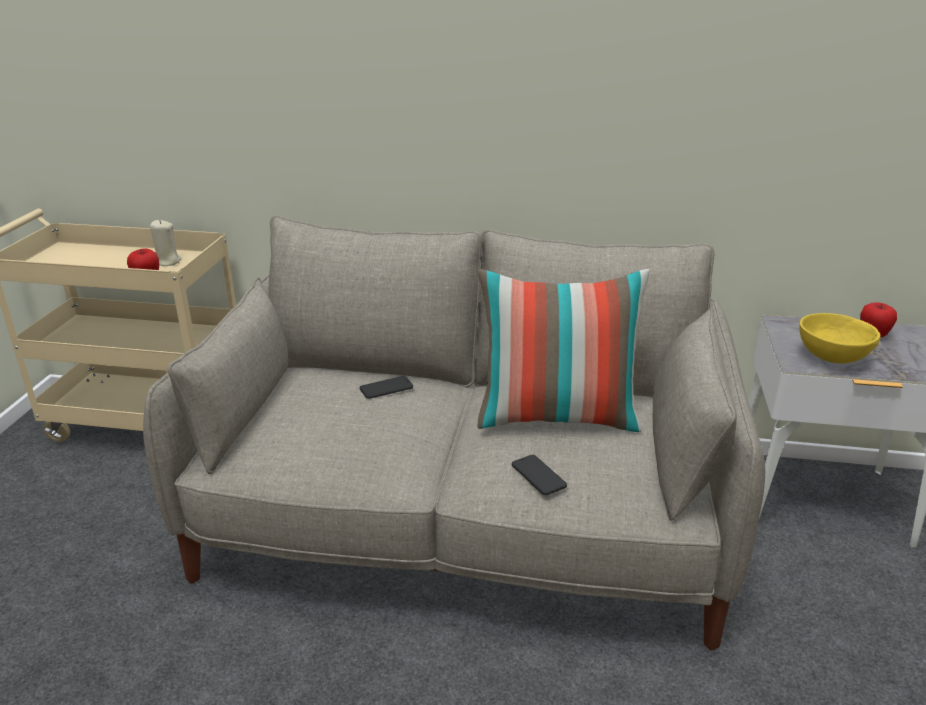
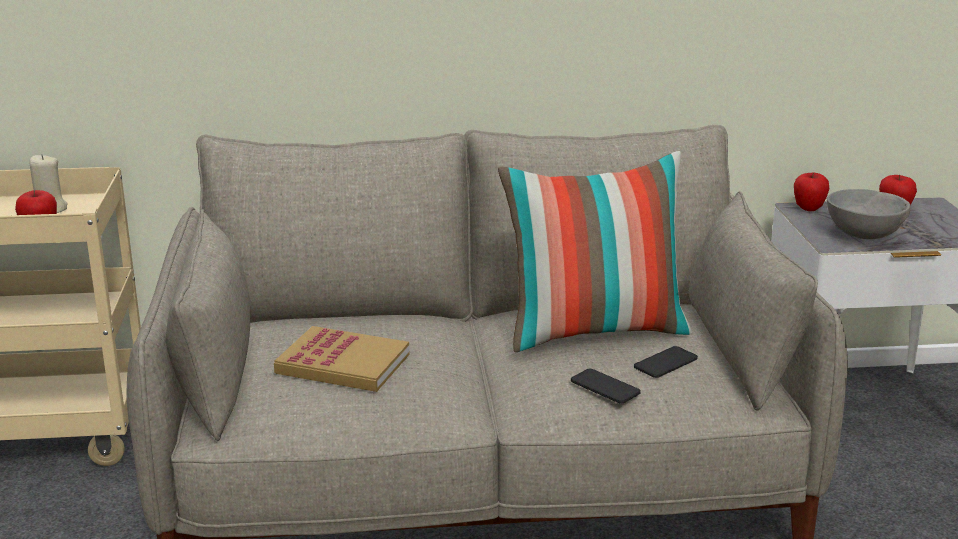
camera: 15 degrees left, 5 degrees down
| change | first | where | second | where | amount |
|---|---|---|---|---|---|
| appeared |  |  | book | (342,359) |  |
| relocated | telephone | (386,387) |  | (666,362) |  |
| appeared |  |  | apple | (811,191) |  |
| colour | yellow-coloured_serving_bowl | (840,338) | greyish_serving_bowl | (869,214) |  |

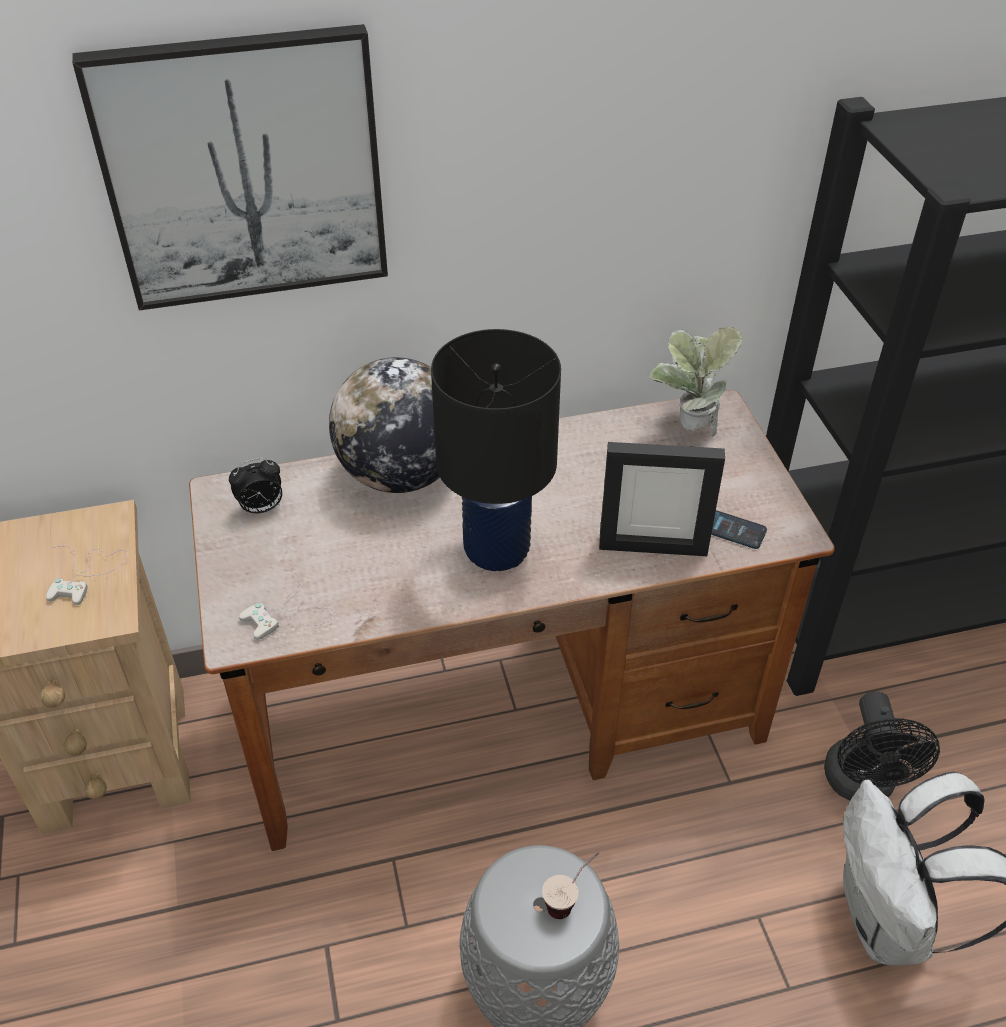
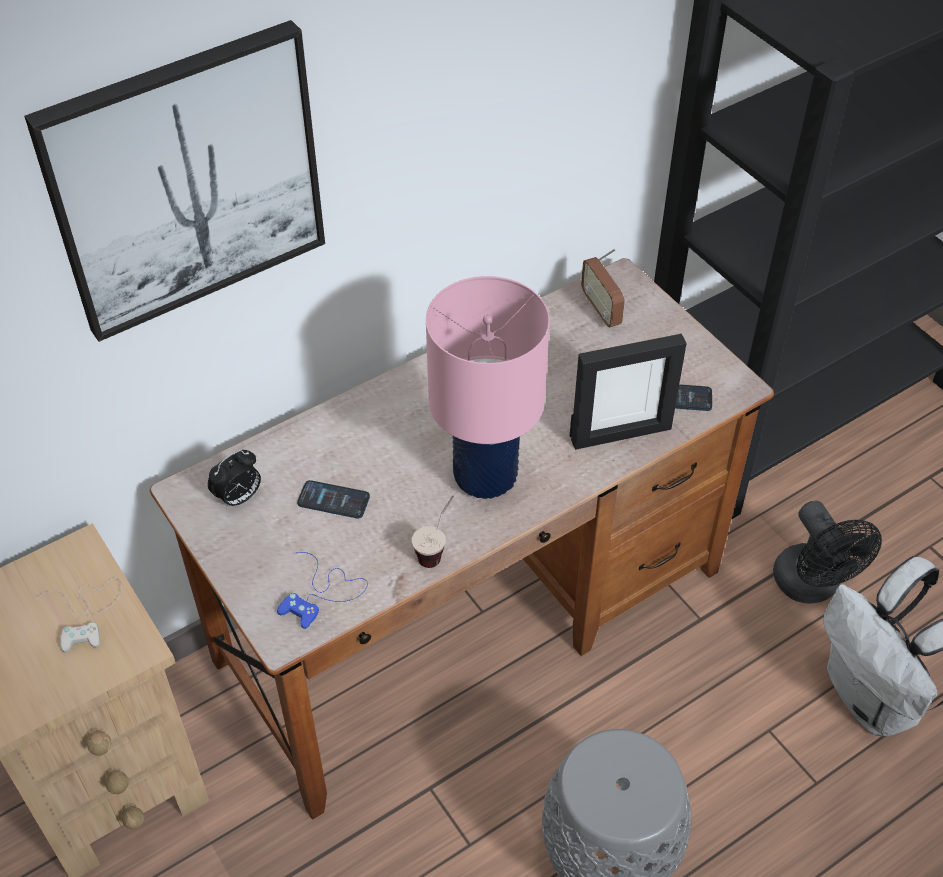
camera: 20 degrees left, 5 degrees up
| change | first | where | second | where | amount |
|---|---|---|---|---|---|
| colour | white-coloured_gamepad | (287,604) | bluish_gamepad | (322,590) |  |
| appeared |  |  | telephone | (333,499) |  |
| relocated | drinking_cup | (570,885) |  | (433,531) |  |
| colour | black-coloured_tabletop_lamp | (496,450) | pink_tabletop_lamp | (488,387) |  |
| exchanged | houseplant | (696,381) | radio_set | (603,287) |  |
| missing | globe | (384,425) |  |  |  |

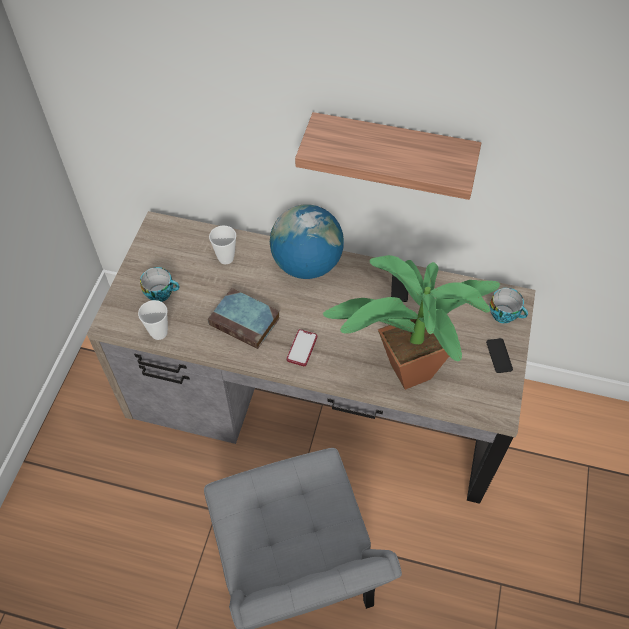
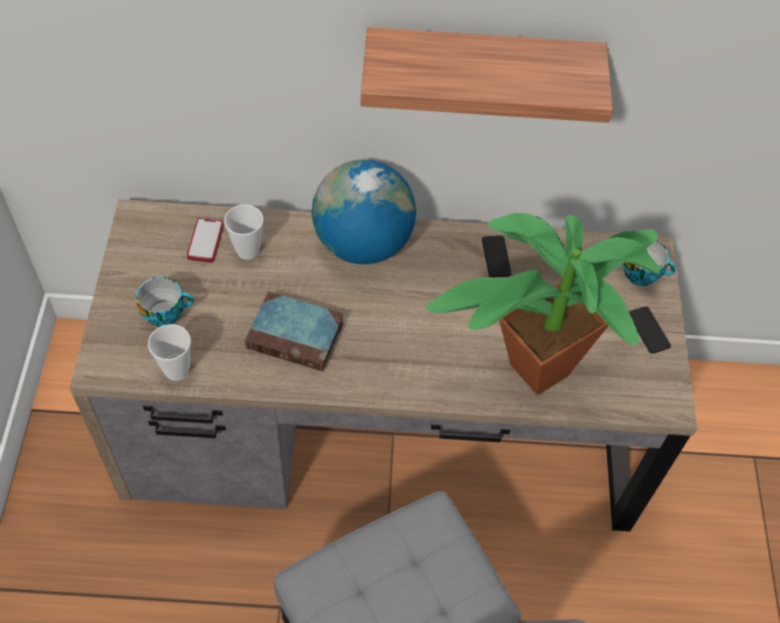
camera: 15 degrees left, 0 degrees up
| change | first | where | second | where | amount |
|---|---|---|---|---|---|
| relocated | telephone | (302,347) |  | (205,240) |  |

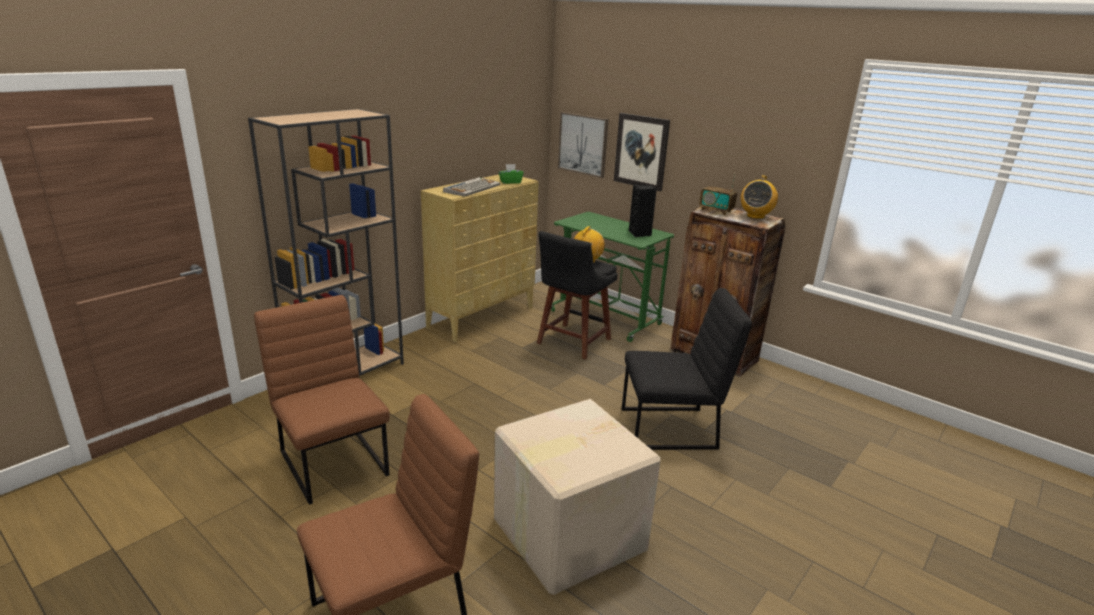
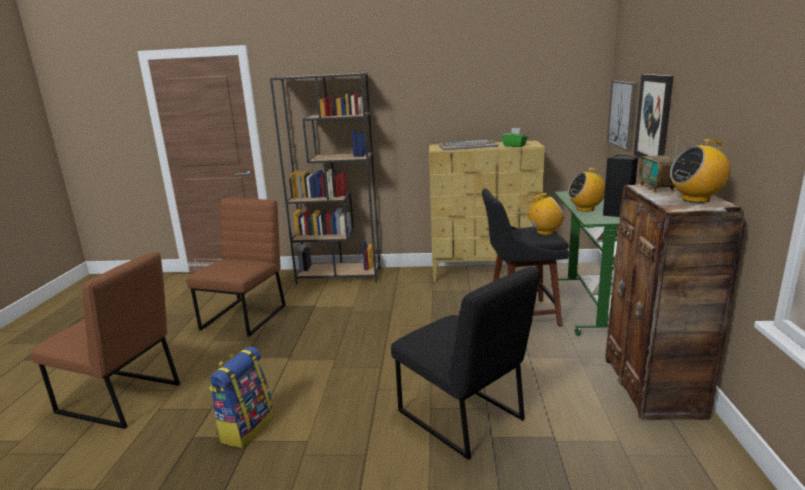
camera: 55 degrees right, 5 degrees down
| change | first | where | second | where | amount |
|---|---|---|---|---|---|
| exchanged | packing_box | (577,497) | backpack | (241,397) |  |
| appeared |  |  | radio_set | (586,190) |  |

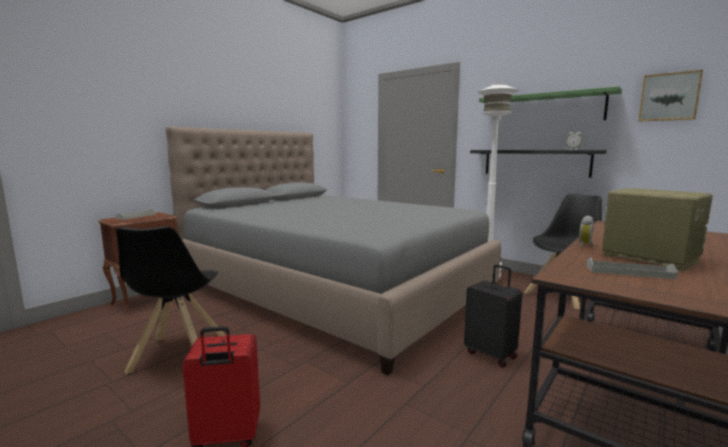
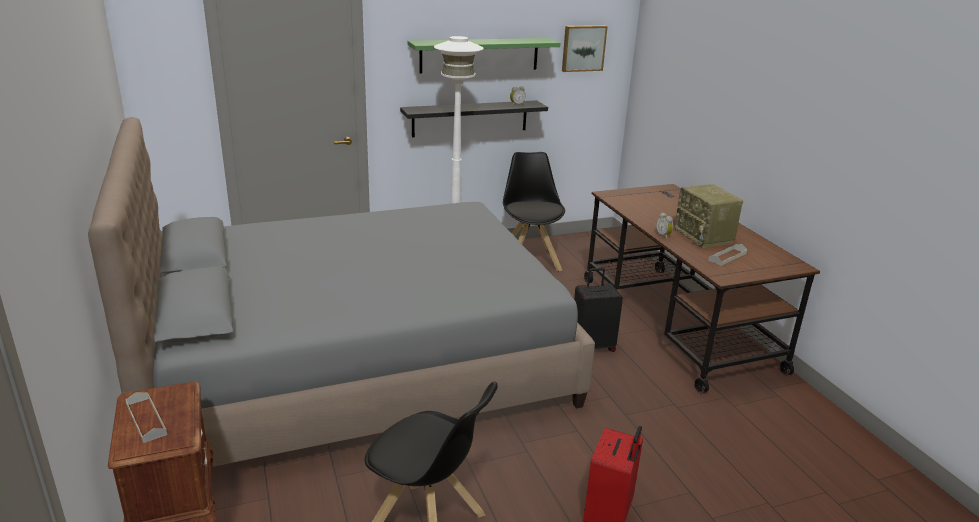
camera: 60 degrees left, 15 degrees up
| change | first | where | second | where | amount |
|---|---|---|---|---|---|
| spun | radio_set | (657,229) |  | (708,216) | 105 degrees counterclockwise |

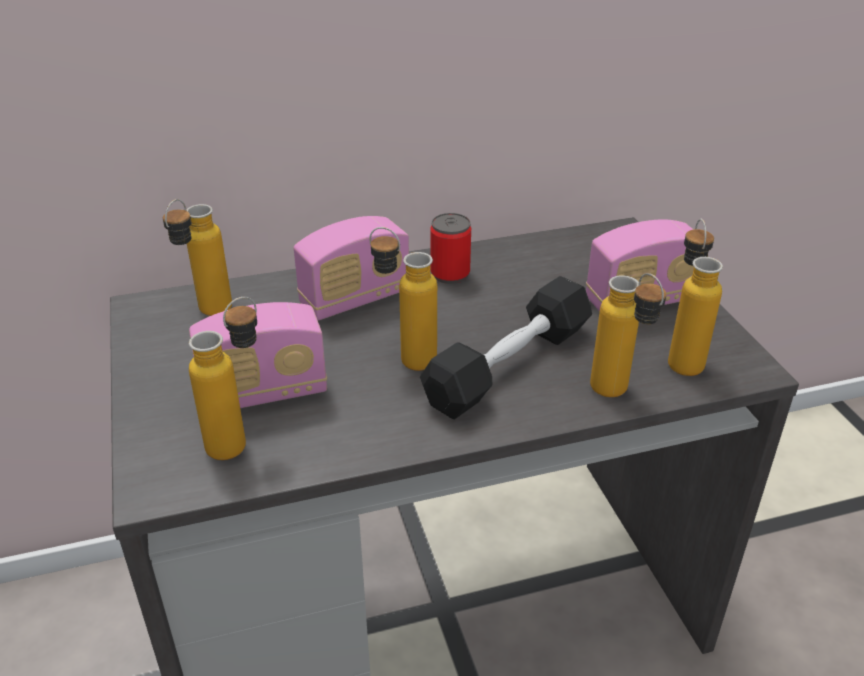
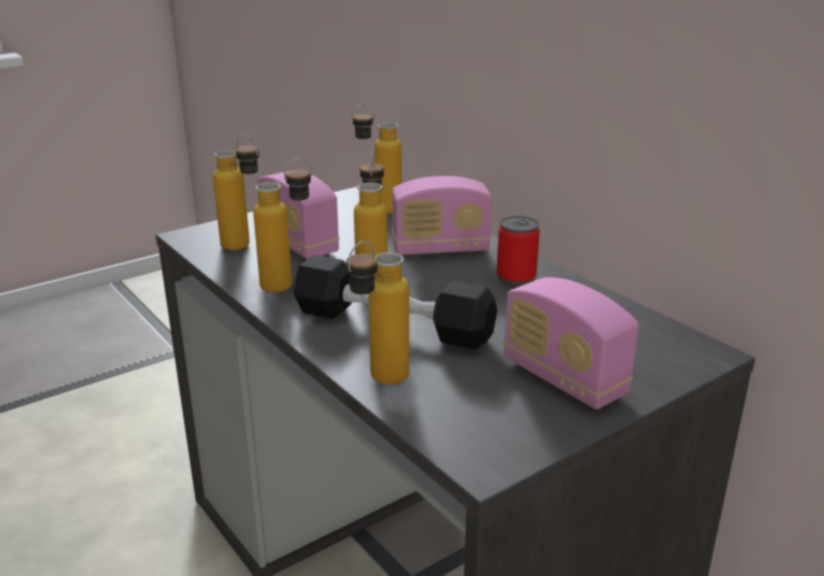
camera: 70 degrees right, 10 degrees down
| change | first | where | second | where | amount |
|---|---|---|---|---|---|
| relocated | beverage_bottle | (695,297) |  | (282,226) |  |
| spun | radio_set | (351,268) |  | (442,215) | 45 degrees counterclockwise |

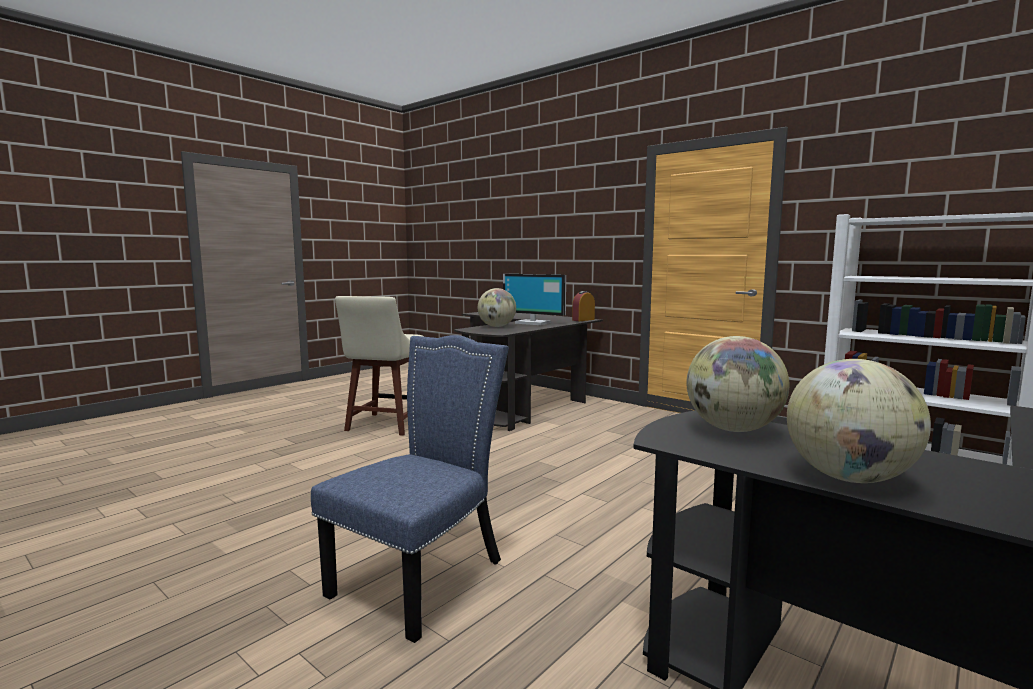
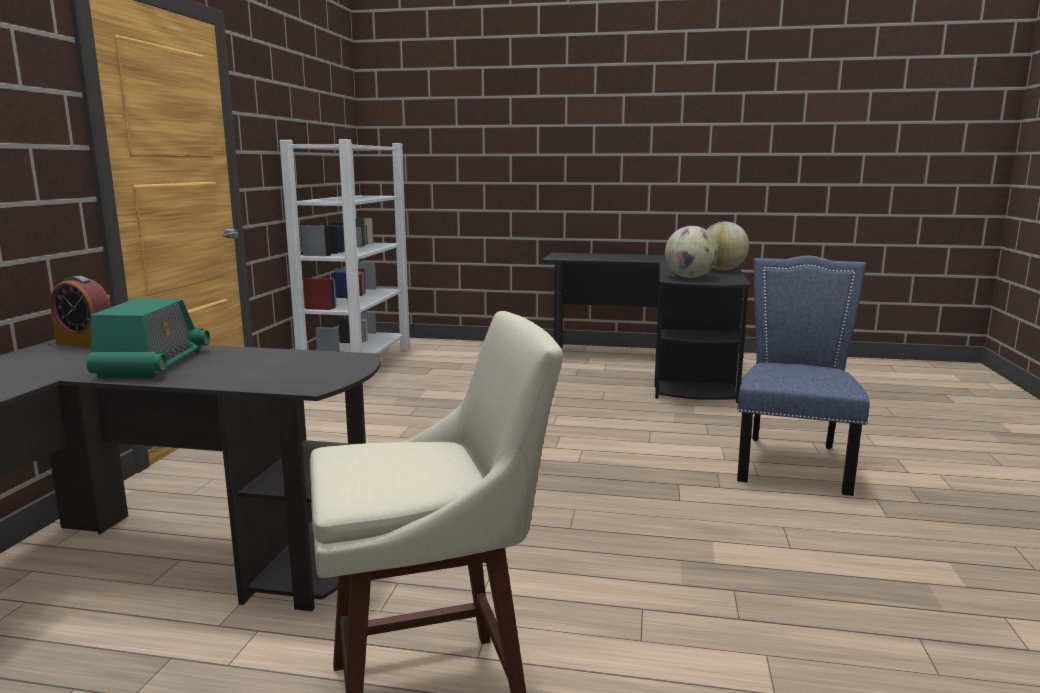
camera: 120 degrees left, 5 degrees up
| change | first | where | second | where | amount |
|---|---|---|---|---|---|
| exchanged | monitor | (534,299) | radio_set | (148,339) |  |
| spun | bluish_plain_chair | (410,489) |  | (803,375) | 105 degrees clockwise |
| missing | globe | (497,307) |  |  |  |

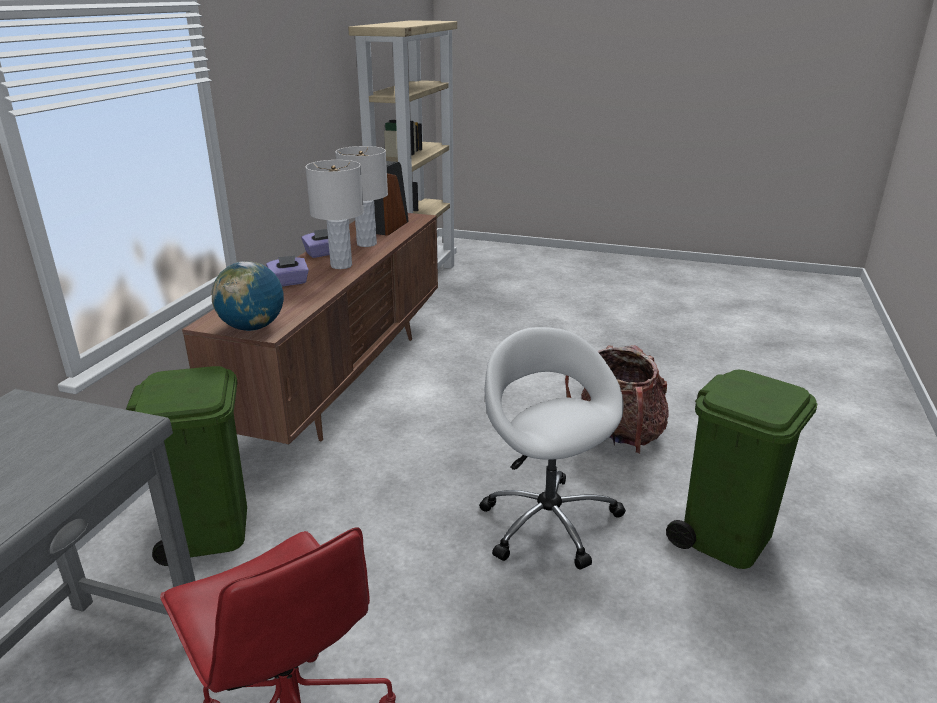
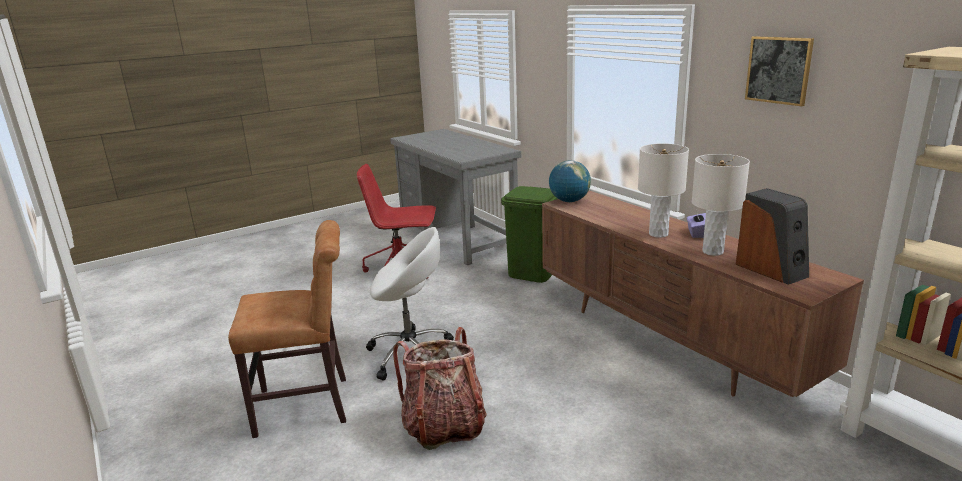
camera: 130 degrees right, 5 degrees down
| change | first | where | second | where | amount |
|---|---|---|---|---|---|
| exchanged | green-coloured_waste_bin | (741,469) | brown-coloured_plain_chair | (287,329) |  |
| appeared |  |  | wall_picture | (779,71) |  |
| missing | purple-coloured_tissue_box | (287,271) |  |  |  |

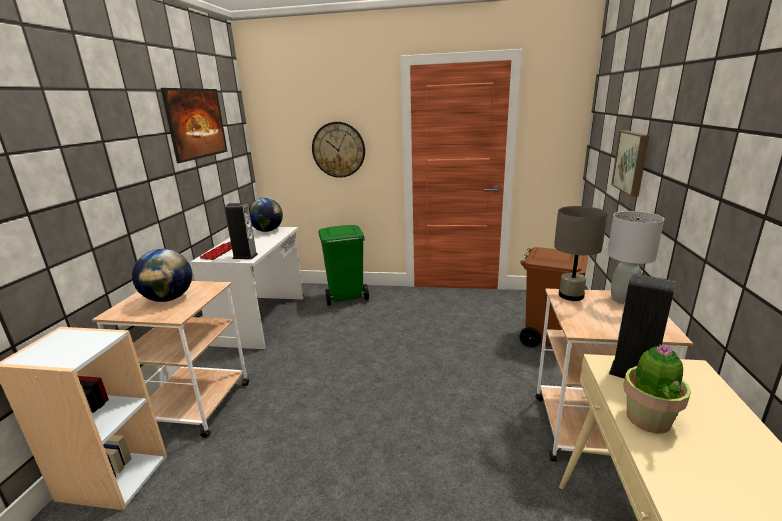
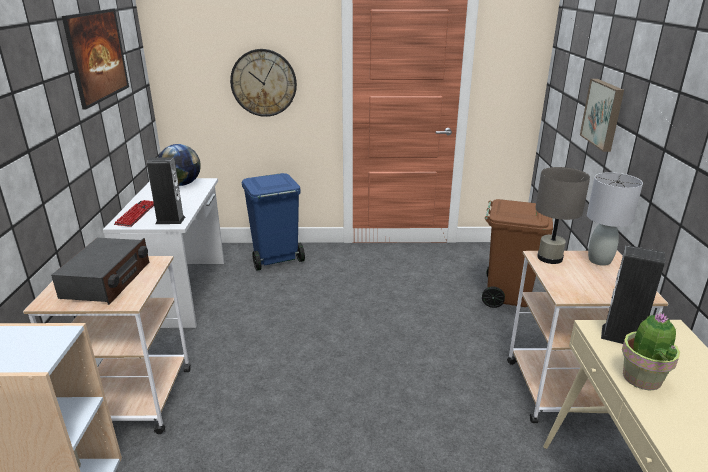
camera: 10 degrees left, 5 degrees up
| change | first | where | second | where | amount |
|---|---|---|---|---|---|
| exchanged | globe | (162,275) | radio_set | (100,271) |  |
| colour | green-coloured_waste_bin | (343,265) | bluish_waste_bin | (273,222) |  |

